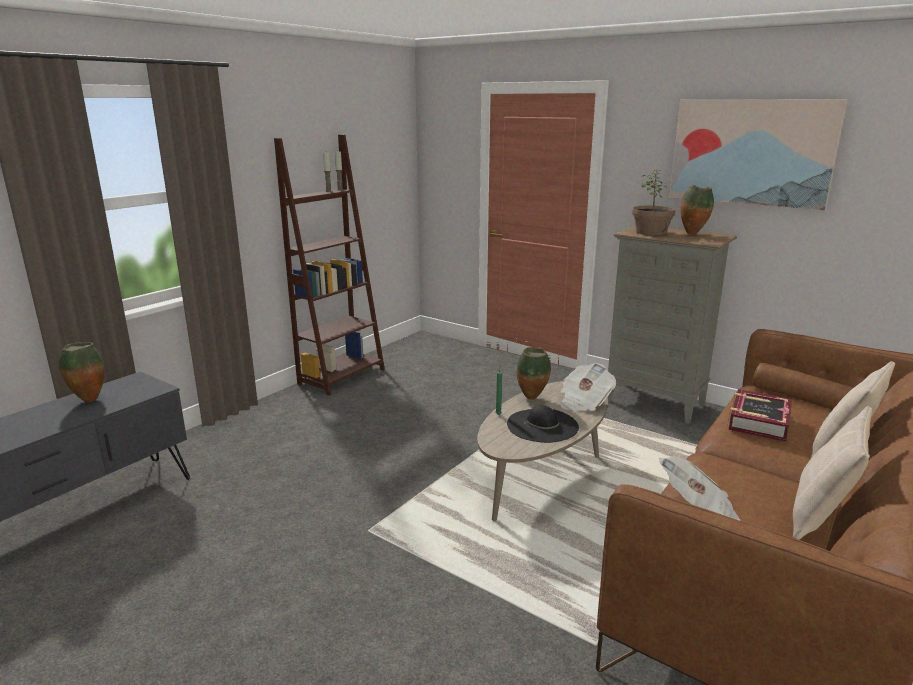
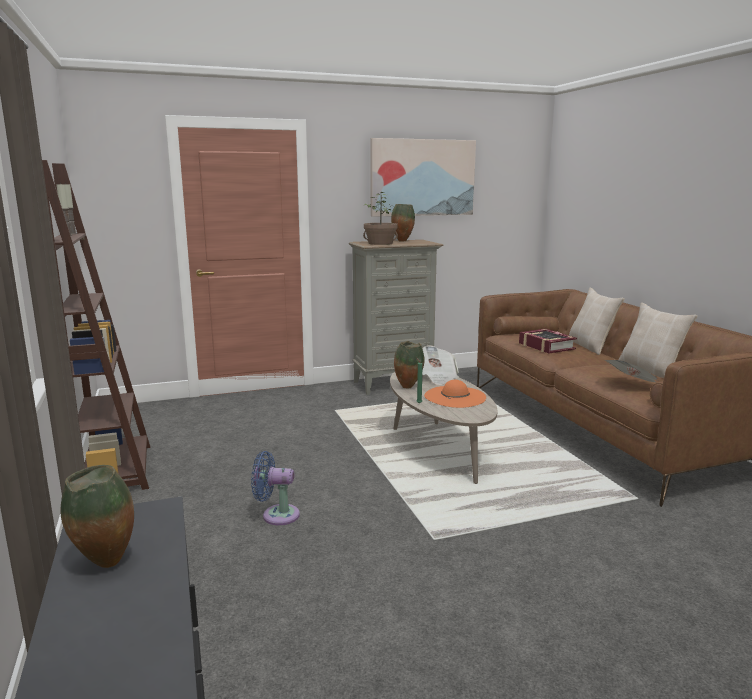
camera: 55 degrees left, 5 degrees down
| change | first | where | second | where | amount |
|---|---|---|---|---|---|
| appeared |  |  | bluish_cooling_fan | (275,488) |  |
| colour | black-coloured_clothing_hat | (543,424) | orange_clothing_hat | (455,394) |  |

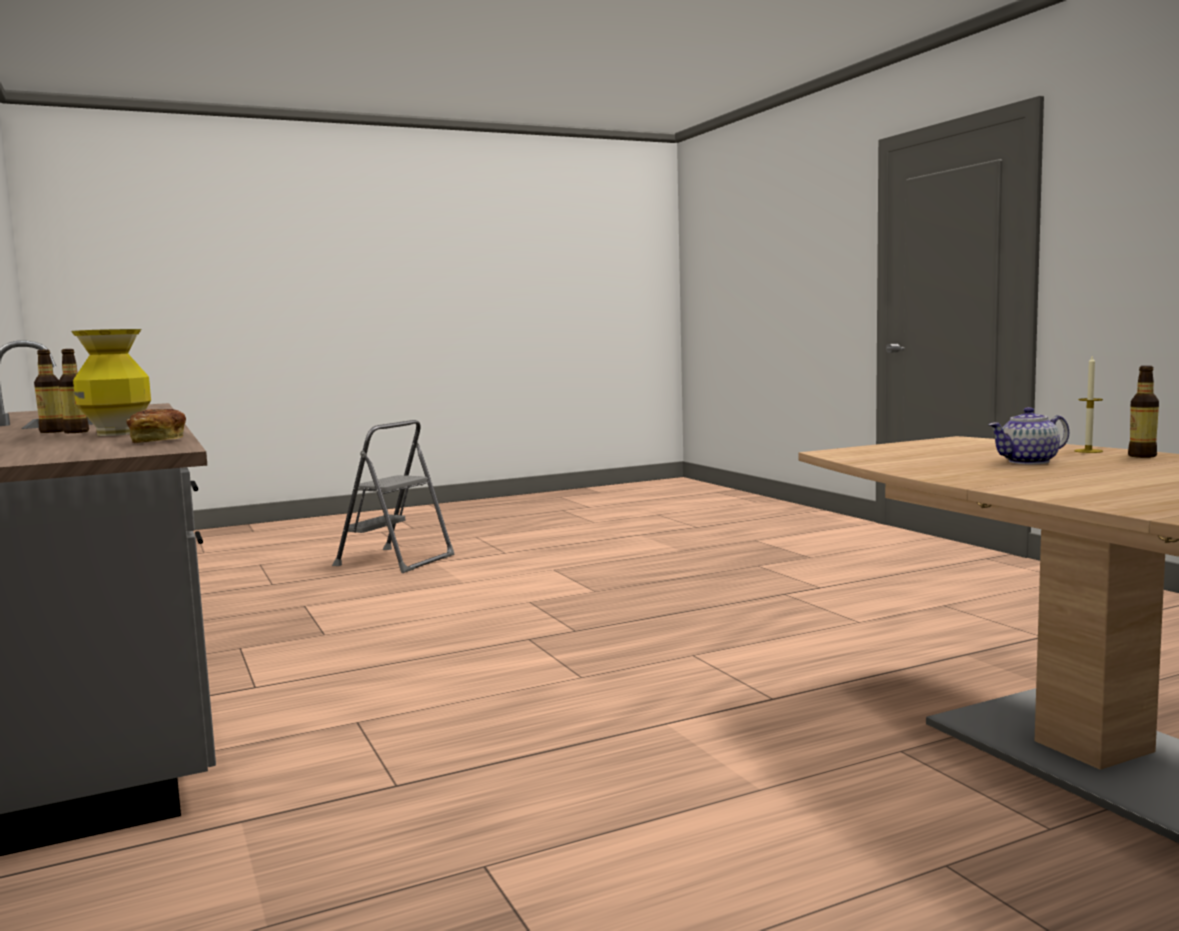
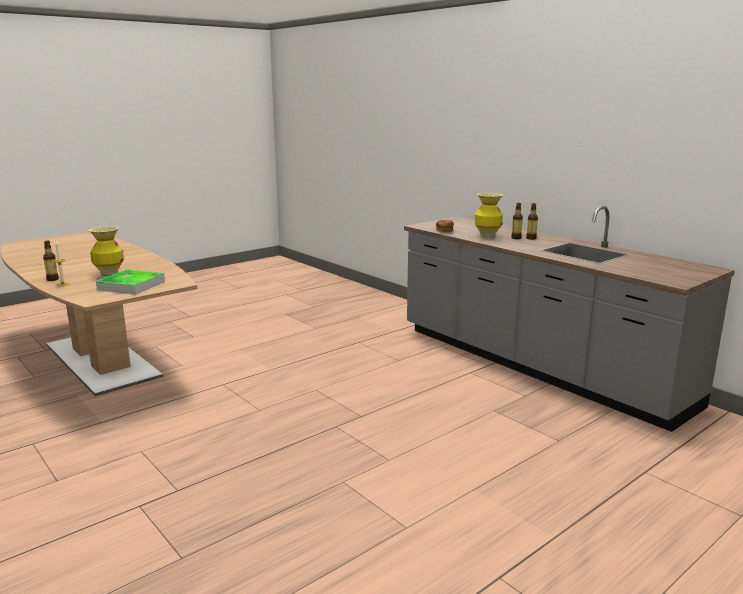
camera: 165 degrees right, 10 degrees up
| change | first | where | second | where | amount |
|---|---|---|---|---|---|
| exchanged | teapot | (1028,435) | decorative_vase | (106,251) |  |
| appeared |  |  | carrying_tray | (130,282) |  |
| missing | greyish_step_ladder | (393,496) |  |  |  |

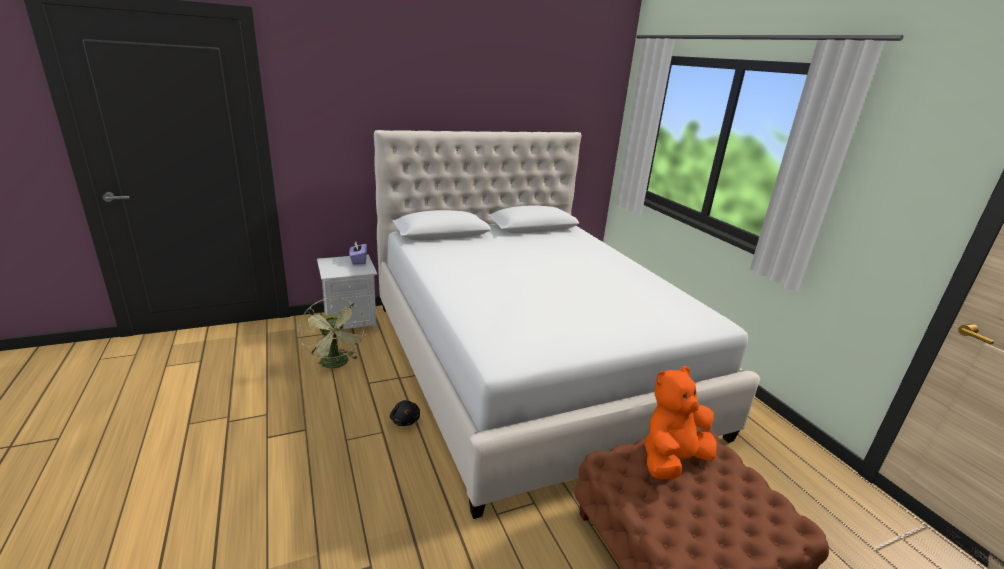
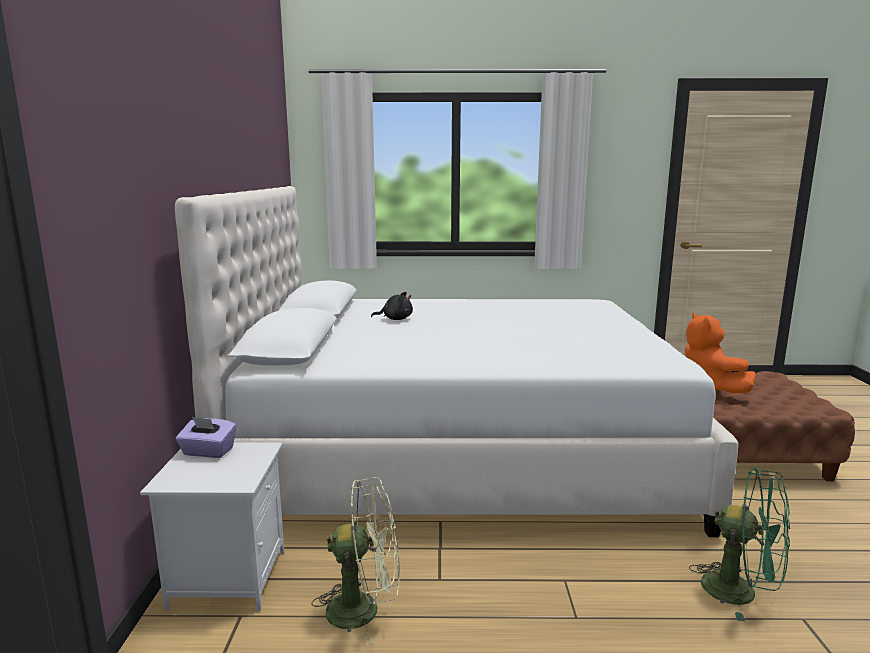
camera: 65 degrees left, 10 degrees down
| change | first | where | second | where | amount |
|---|---|---|---|---|---|
| relocated | black-coloured_cuddly_toy | (405,413) |  | (392,306) |  |
| appeared |  |  | green-coloured_cooling_fan | (739,544) |  |

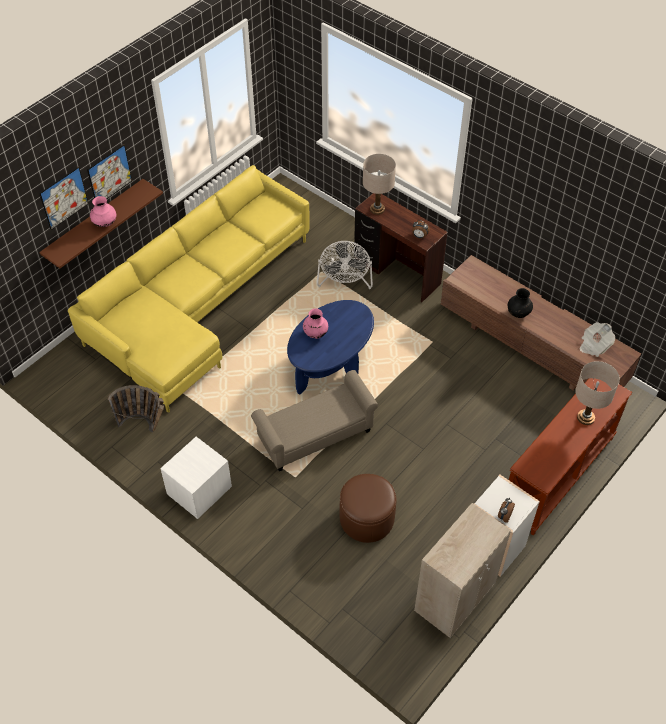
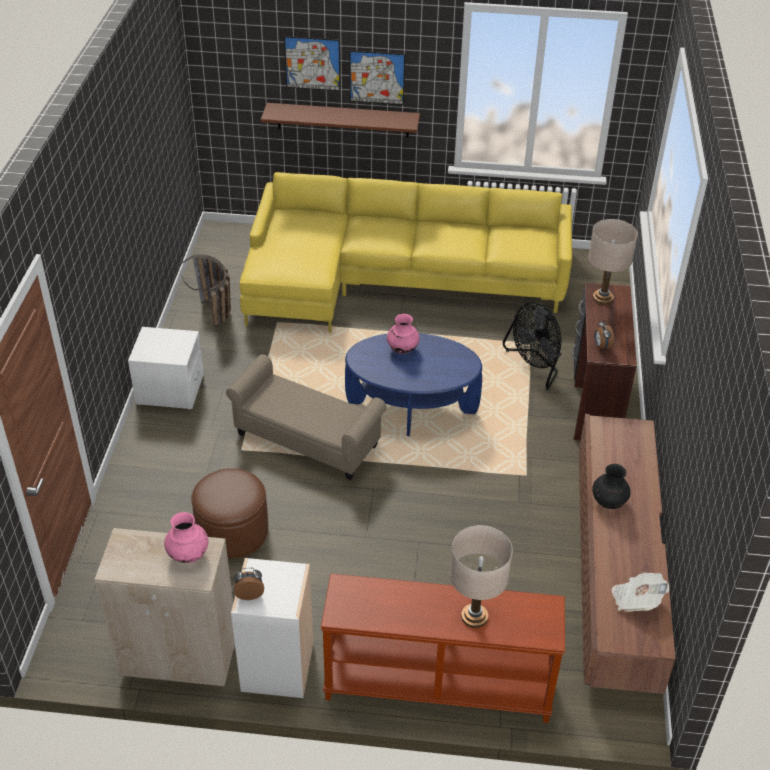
camera: 55 degrees right, 10 degrees down
| change | first | where | second | where | amount |
|---|---|---|---|---|---|
| relocated | pink_decorative_vase | (103,211) |  | (186,537) |  |
| colour | white-coloured_cooling_fan | (345,264) | black-coloured_cooling_fan | (532,346) |  |

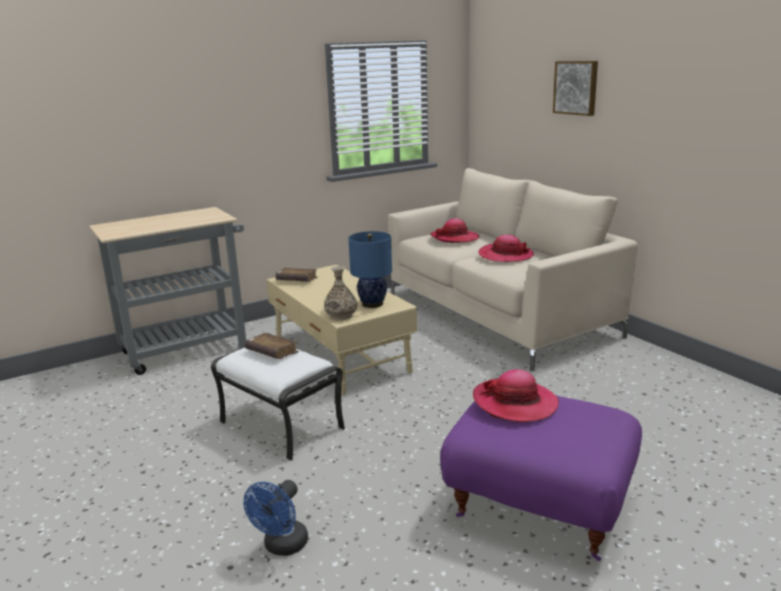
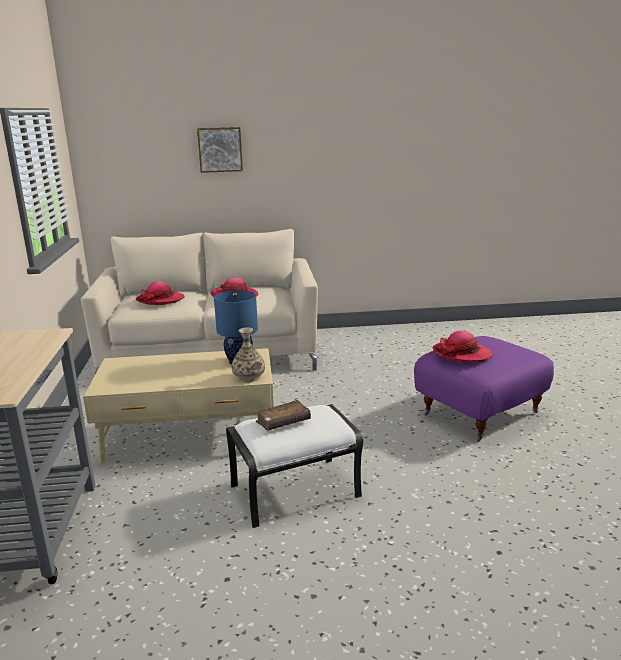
camera: 65 degrees left, 0 degrees up
| change | first | where | second | where | amount |
|---|---|---|---|---|---|
| missing | bluish_cooling_fan | (275,518) |  |  |  |
| missing | brown-coloured_book | (297,275) |  |  |  |

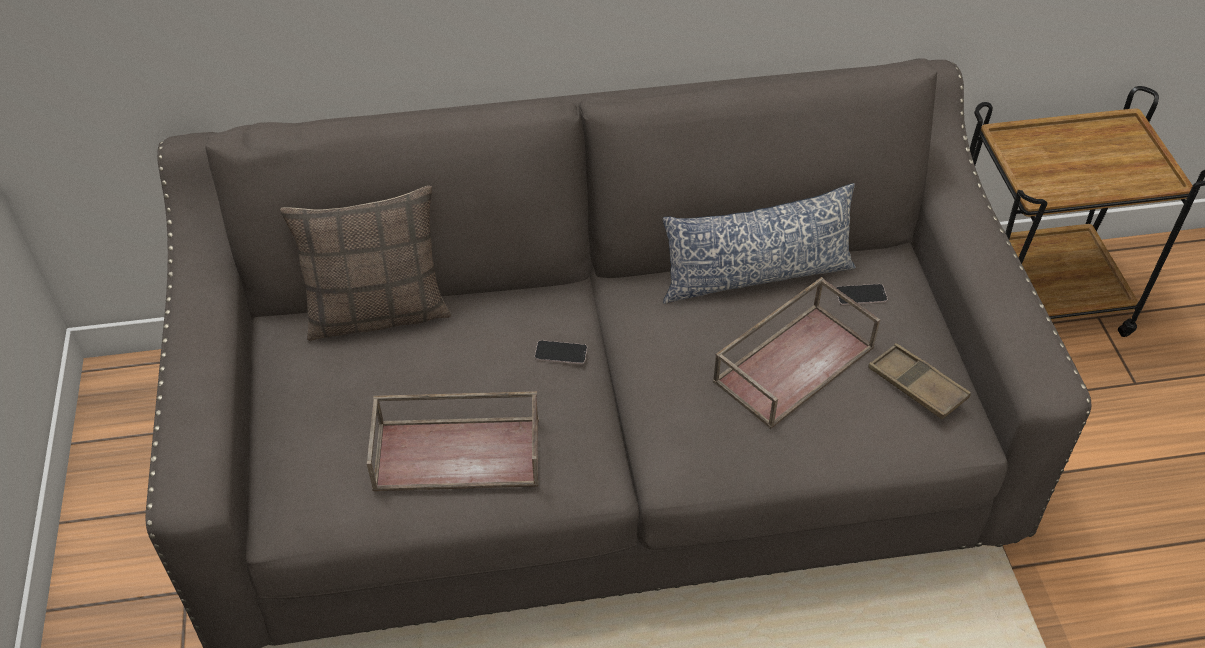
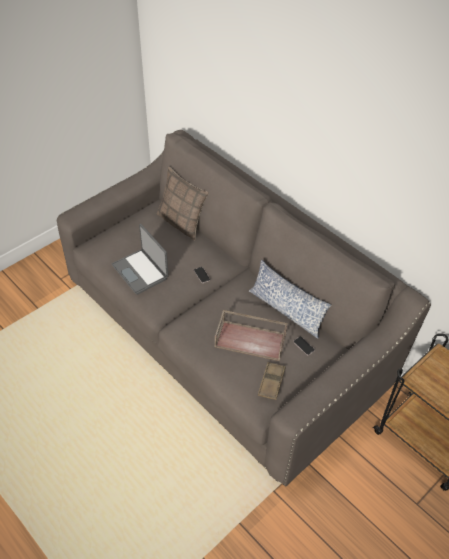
camera: 55 degrees right, 0 degrees up
| change | first | where | second | where | amount |
|---|---|---|---|---|---|
| exchanged | brown-coloured_carrying_tray | (453,441) | portable_computer | (140,259) |  |

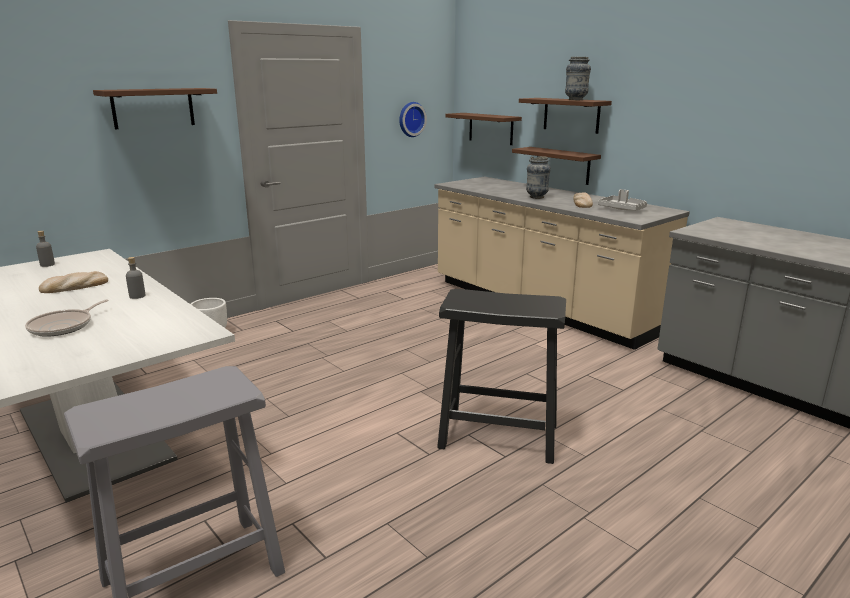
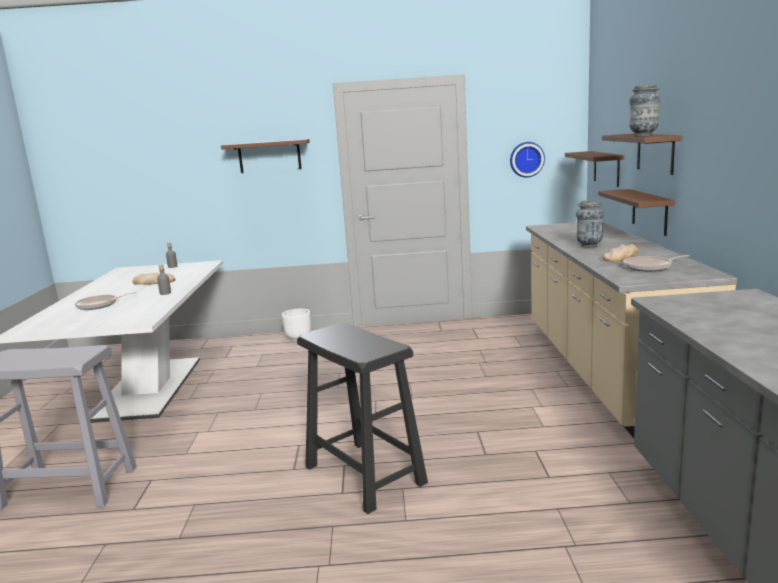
camera: 40 degrees right, 5 degrees down
| change | first | where | second | where | amount |
|---|---|---|---|---|---|
| exchanged | greyish_carrying_tray | (622,200) | frying_pan | (656,263) |  |

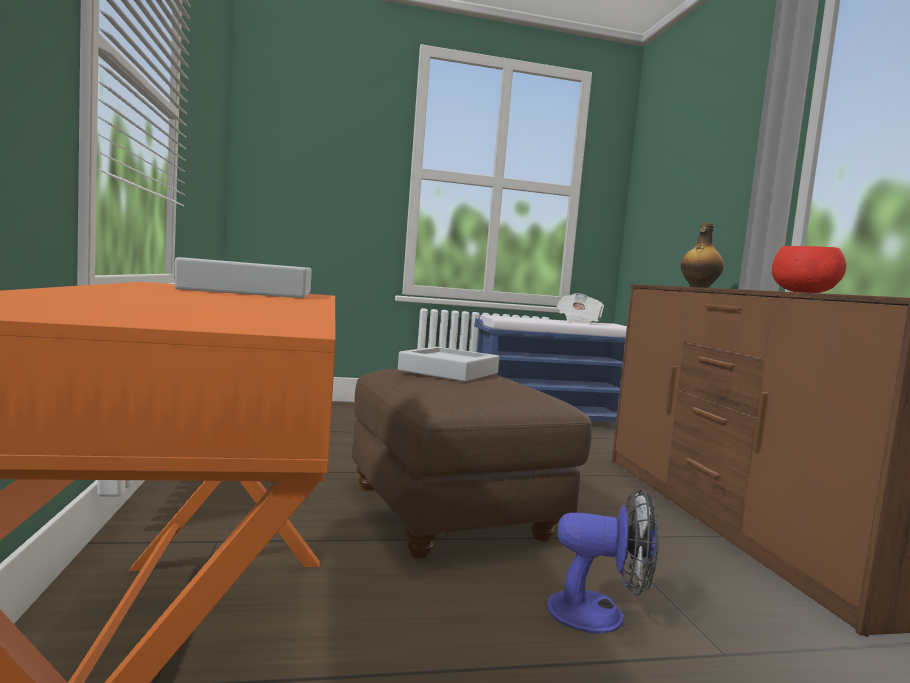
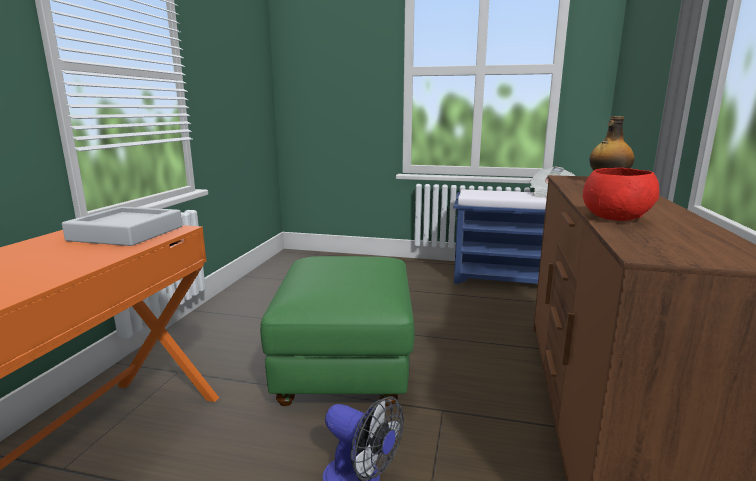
camera: 25 degrees right, 10 degrees up
| change | first | where | second | where | amount |
|---|---|---|---|---|---|
| colour | brown-coloured_ottoman | (472,463) | green-coloured_ottoman | (337,331) |  |
| missing | greyish_carrying_tray | (448,364) |  |  |  |

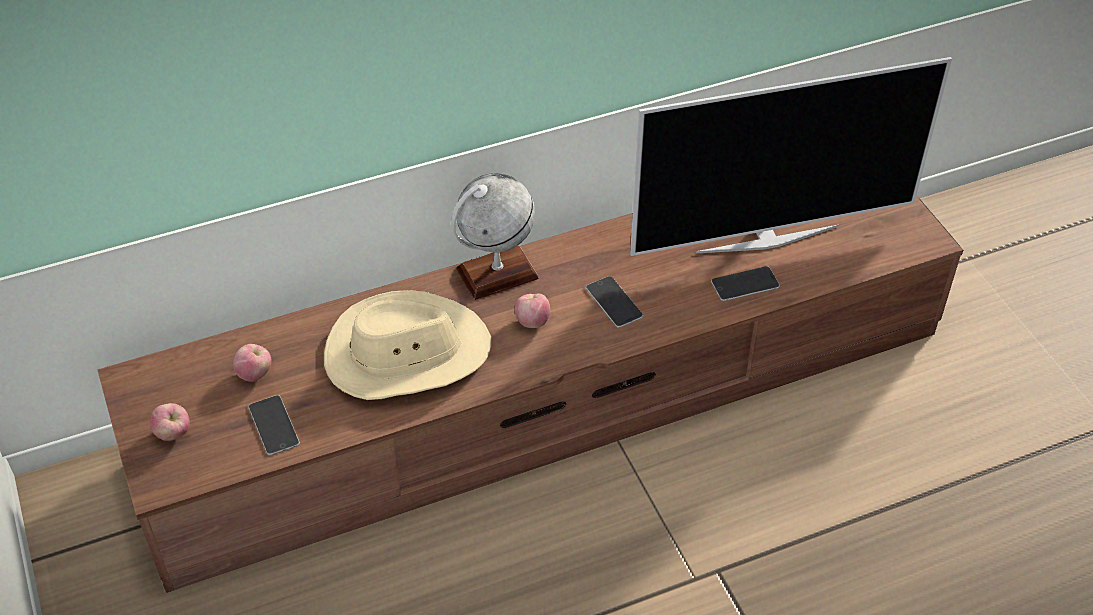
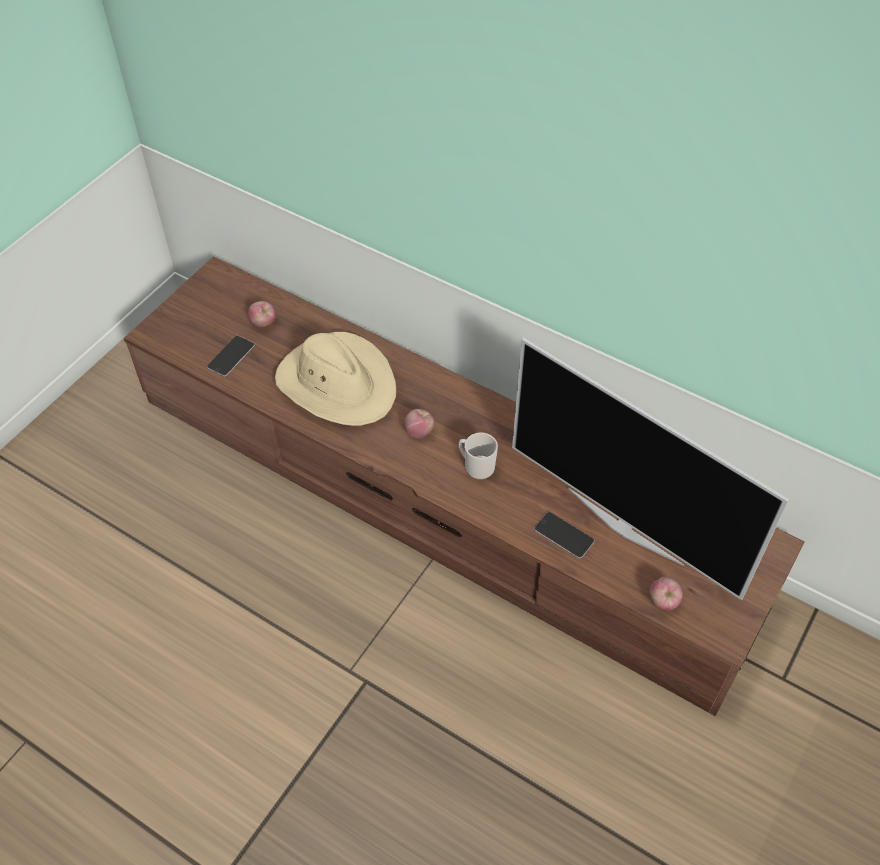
camera: 55 degrees right, 5 degrees up
| change | first | where | second | where | amount |
|---|---|---|---|---|---|
| exchanged | telephone | (614,301) | tea_mug | (478,456) |  |
| relocated | apple | (170,422) |  | (666,593) |  |
| missing | globe | (495,236) |  |  |  |

